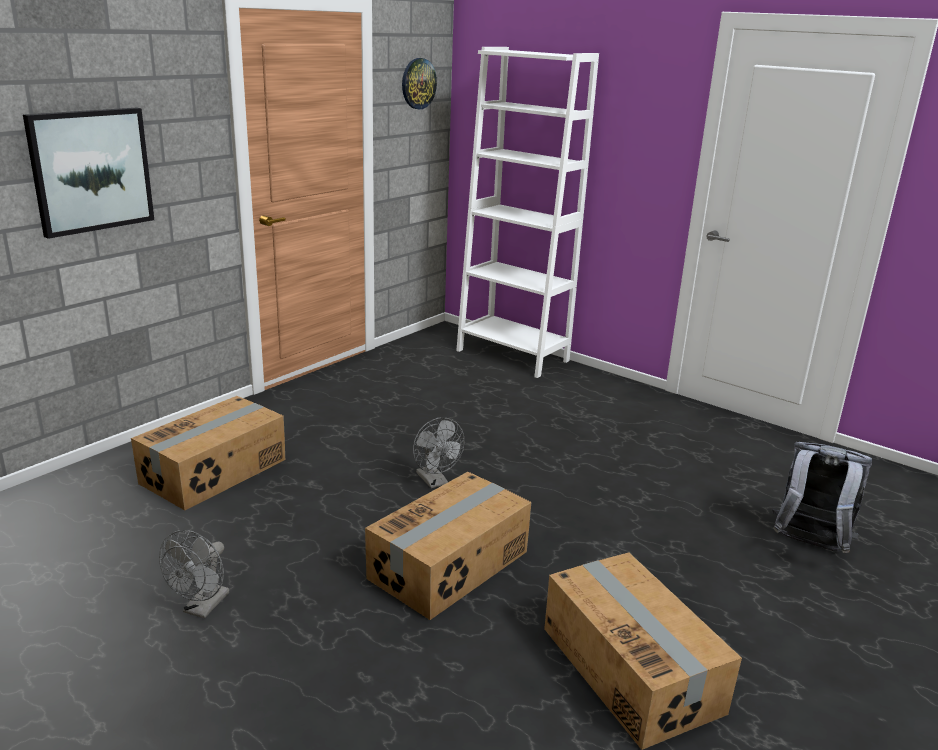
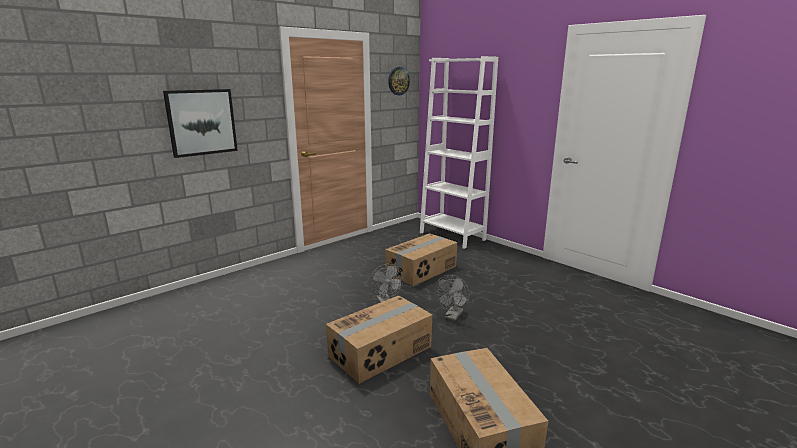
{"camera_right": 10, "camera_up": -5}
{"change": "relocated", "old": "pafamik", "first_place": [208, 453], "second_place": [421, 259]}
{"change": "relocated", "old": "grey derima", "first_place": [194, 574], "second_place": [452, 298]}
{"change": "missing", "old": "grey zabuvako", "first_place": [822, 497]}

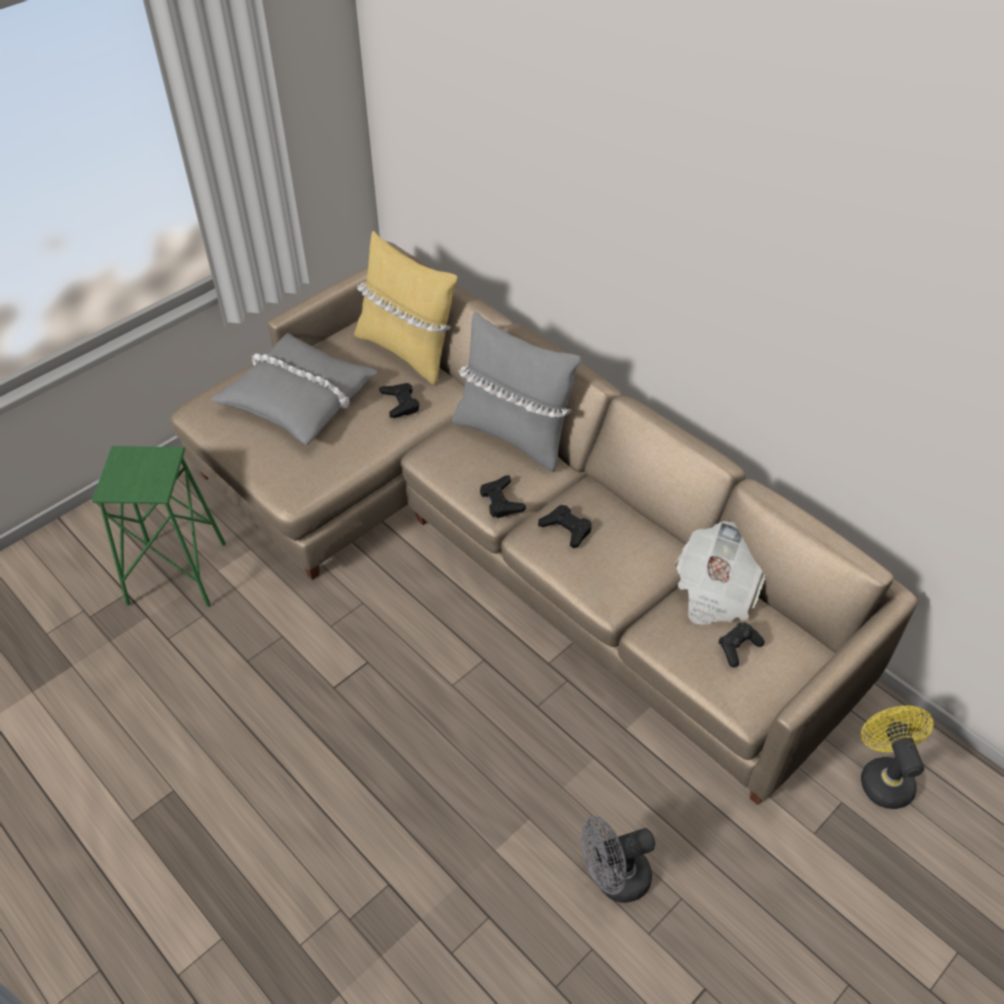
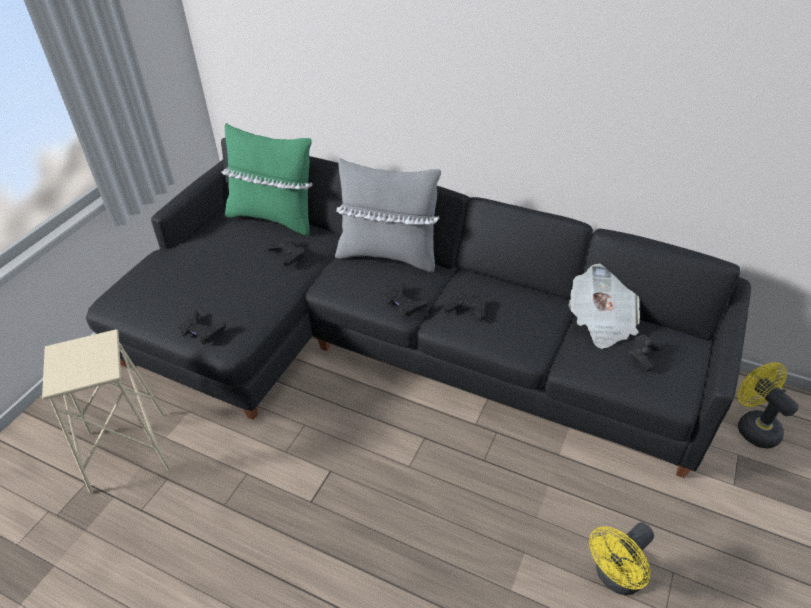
{"camera_right": -20, "camera_up": -5}
{"change": "colour", "old": "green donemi", "new": "beige donemi", "first_place": [159, 526], "second_place": [106, 411]}
{"change": "colour", "old": "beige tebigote", "new": "black tebigote", "first_place": [544, 523], "second_place": [418, 308]}
{"change": "appeared", "new": "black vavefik", "second_place": [202, 327]}
{"change": "colour", "old": "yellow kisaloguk", "new": "green kisaloguk", "first_place": [405, 308], "second_place": [267, 179]}
{"change": "colour", "old": "grey derima", "new": "yellow derima", "first_place": [618, 859], "second_place": [621, 558]}
{"change": "missing", "old": "grey kisaloguk", "first_place": [294, 389]}

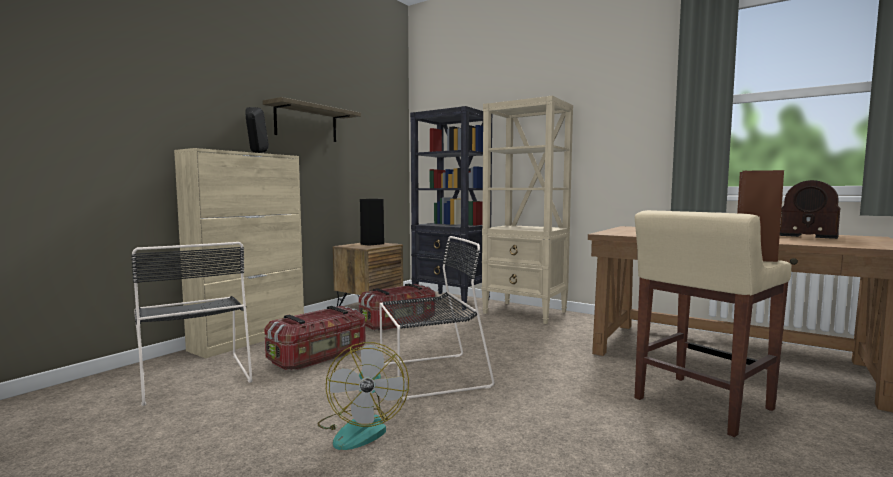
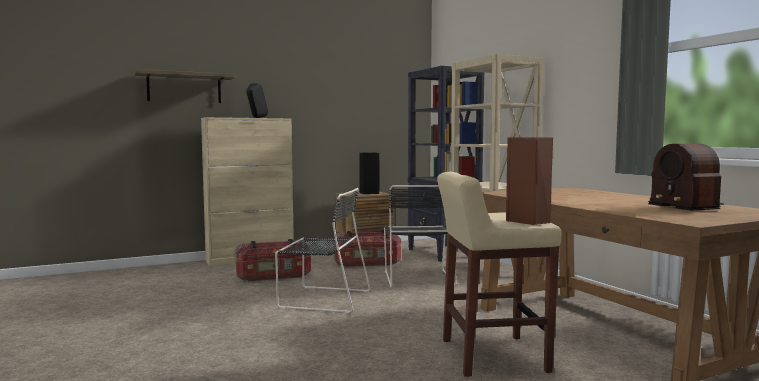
{"camera_right": 30, "camera_up": 0}
{"change": "relocated", "old": "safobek", "first_place": [312, 119], "second_place": [185, 86]}
{"change": "relocated", "old": "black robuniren", "first_place": [191, 324], "second_place": [420, 236]}
{"change": "missing", "old": "derima", "first_place": [363, 396]}

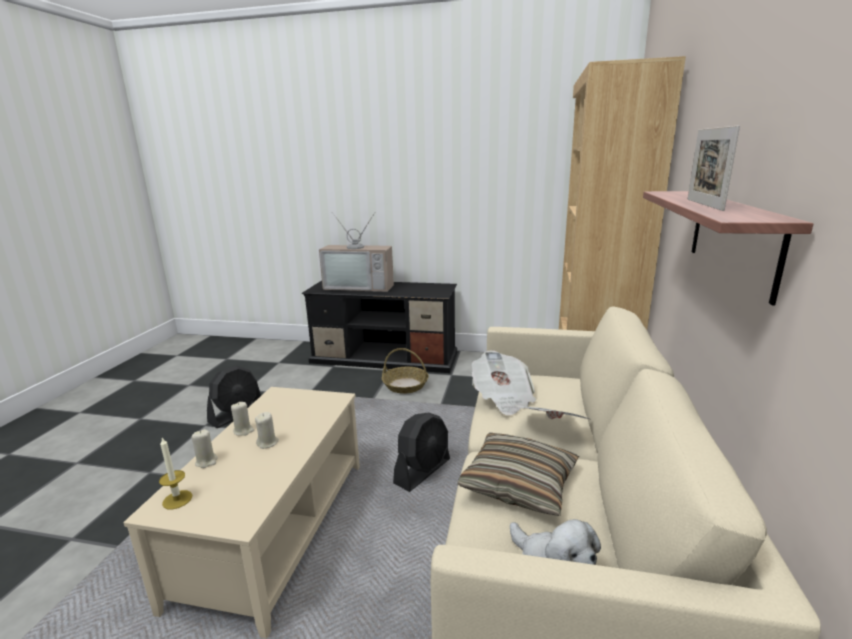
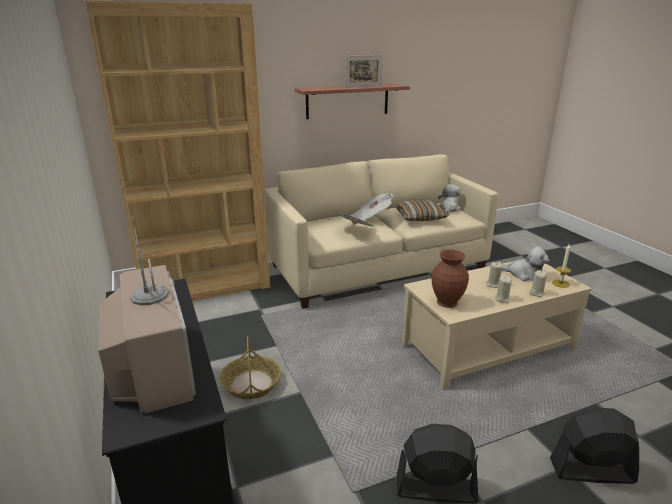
{"camera_right": -125, "camera_up": 5}
{"change": "appeared", "new": "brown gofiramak", "second_place": [450, 278]}
{"change": "appeared", "new": "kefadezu", "second_place": [523, 263]}
{"change": "relocated", "old": "black derima", "first_place": [421, 452], "second_place": [594, 446]}

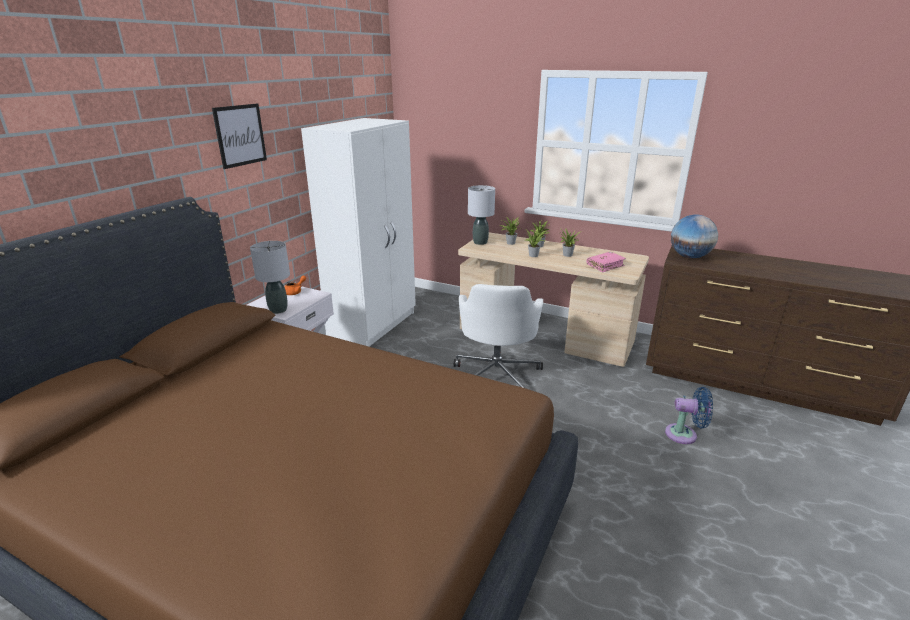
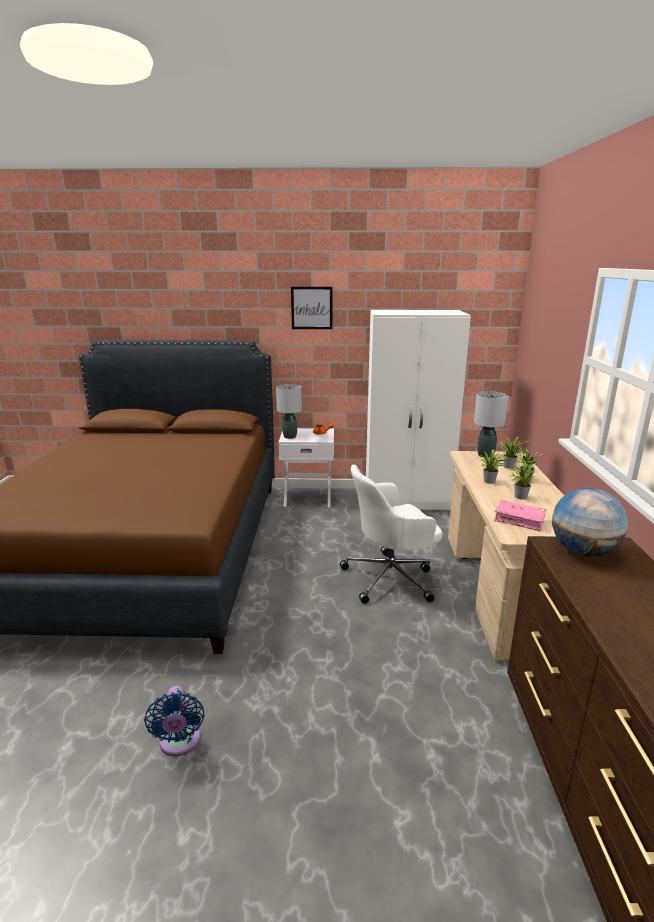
{"camera_right": 65, "camera_up": -5}
{"change": "relocated", "old": "blue derima", "first_place": [689, 415], "second_place": [174, 721]}

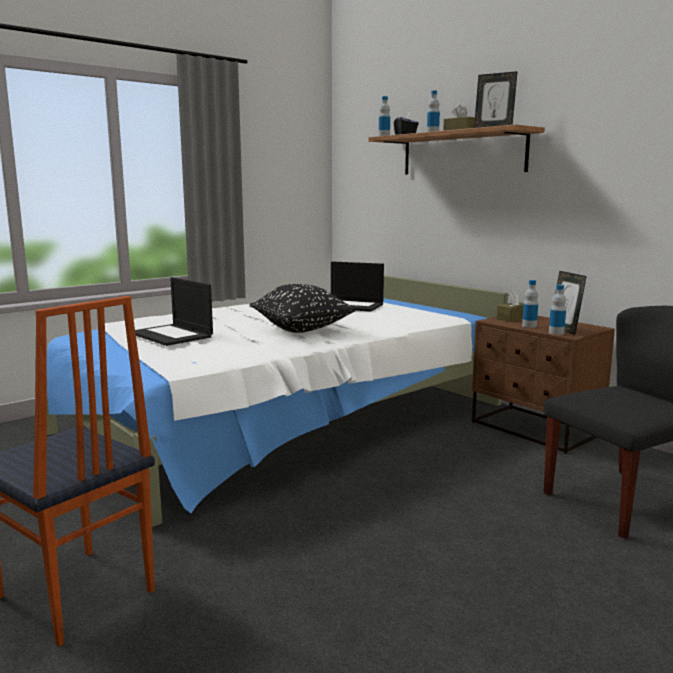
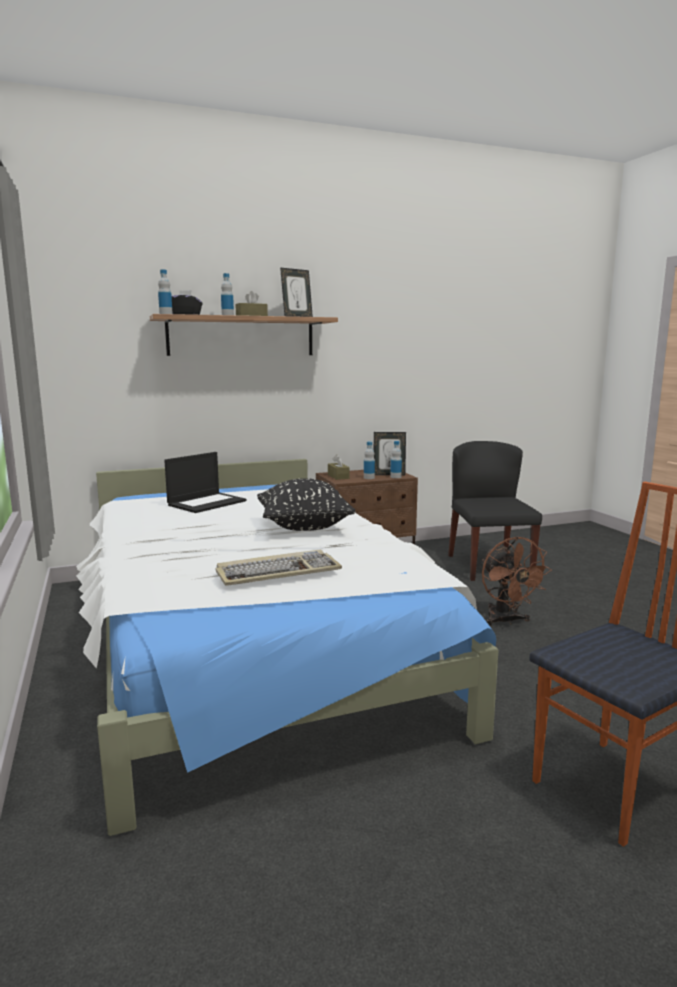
{"camera_right": -70, "camera_up": 0}
{"change": "exchanged", "old": "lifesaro", "new": "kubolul", "first_place": [174, 311], "second_place": [279, 568]}
{"change": "appeared", "new": "brown derima", "second_place": [517, 581]}

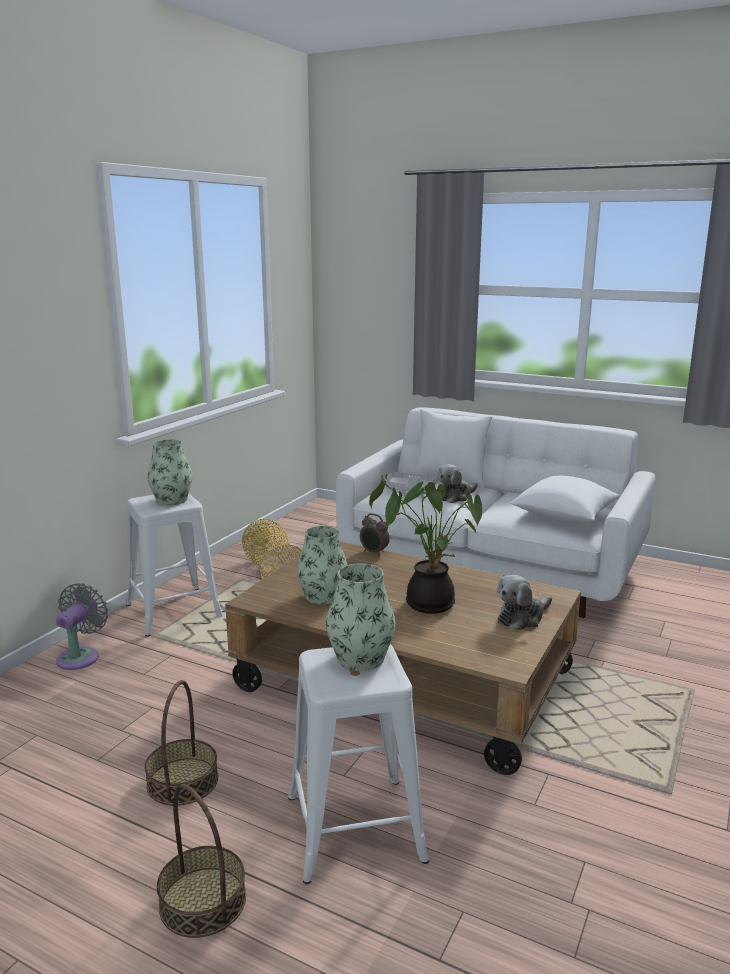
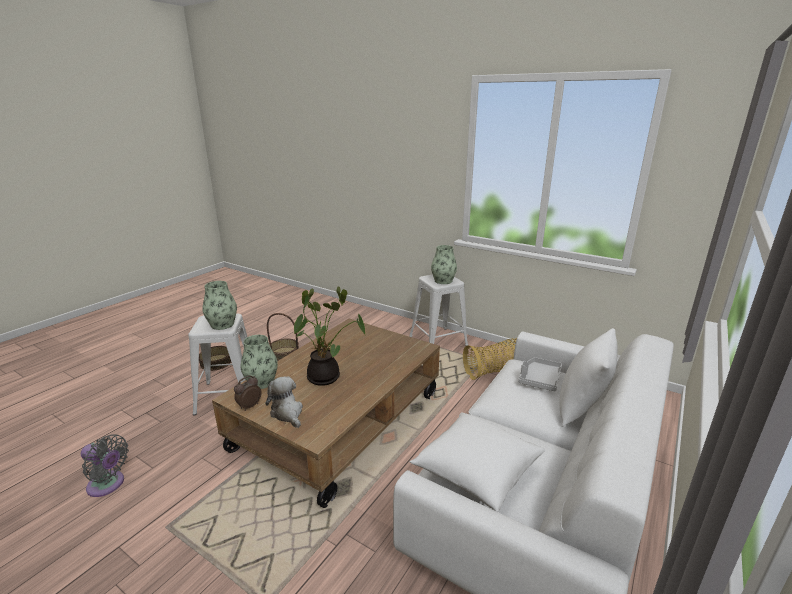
{"camera_right": 95, "camera_up": 5}
{"change": "relocated", "old": "grey derima", "first_place": [82, 626], "second_place": [105, 465]}
{"change": "relocated", "old": "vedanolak", "first_place": [374, 534], "second_place": [248, 393]}
{"change": "relocated", "old": "gofiramak", "first_place": [322, 565], "second_place": [259, 362]}
{"change": "missing", "old": "kefadezu", "first_place": [457, 483]}

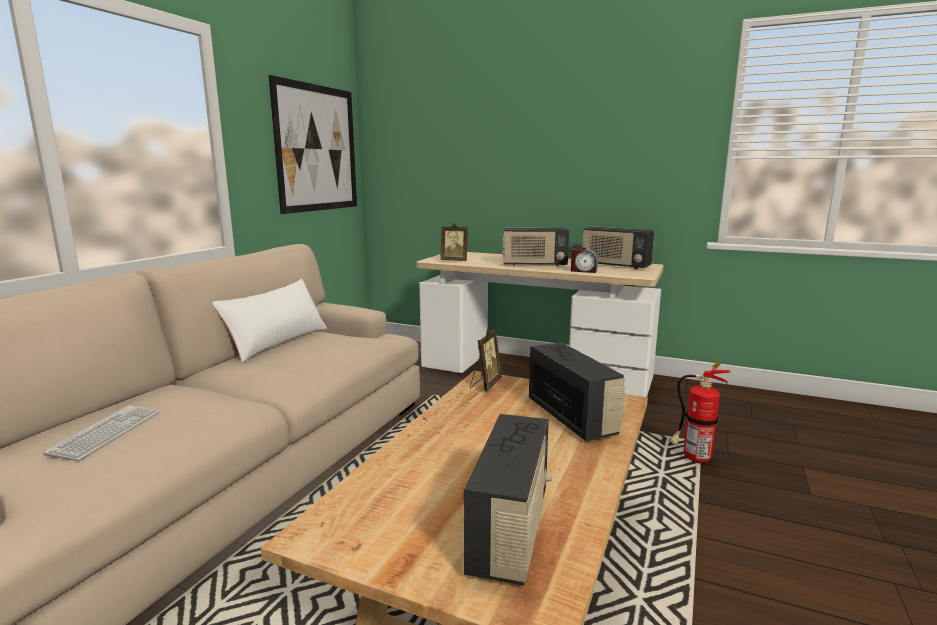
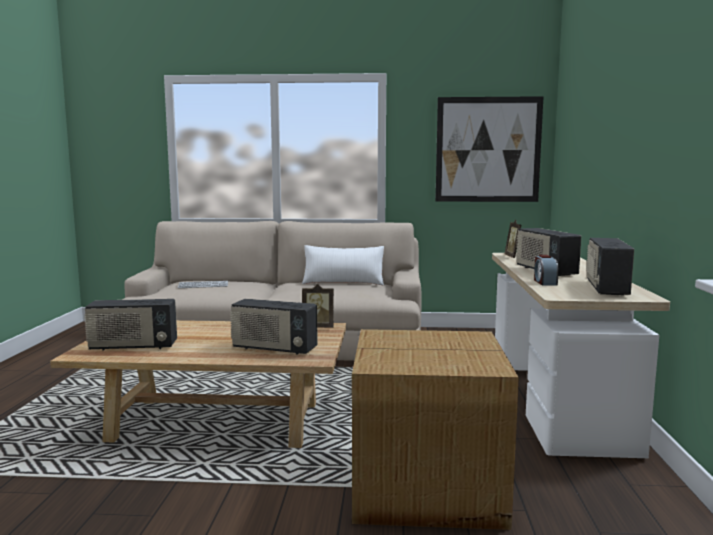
{"camera_right": 70, "camera_up": -5}
{"change": "spun", "old": "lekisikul", "first_place": [577, 391], "second_place": [274, 327], "degrees": 60}
{"change": "exchanged", "old": "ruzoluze", "new": "pafamik", "first_place": [700, 412], "second_place": [435, 429]}

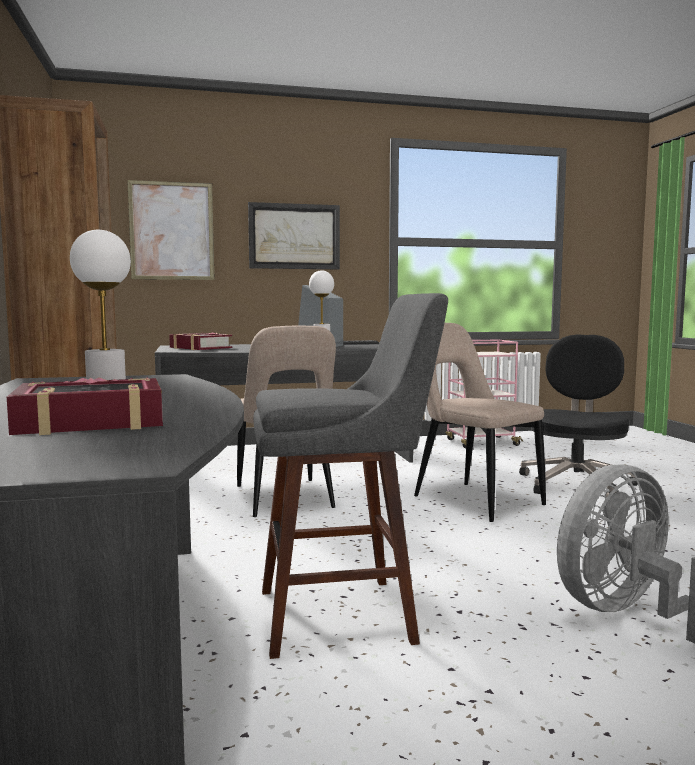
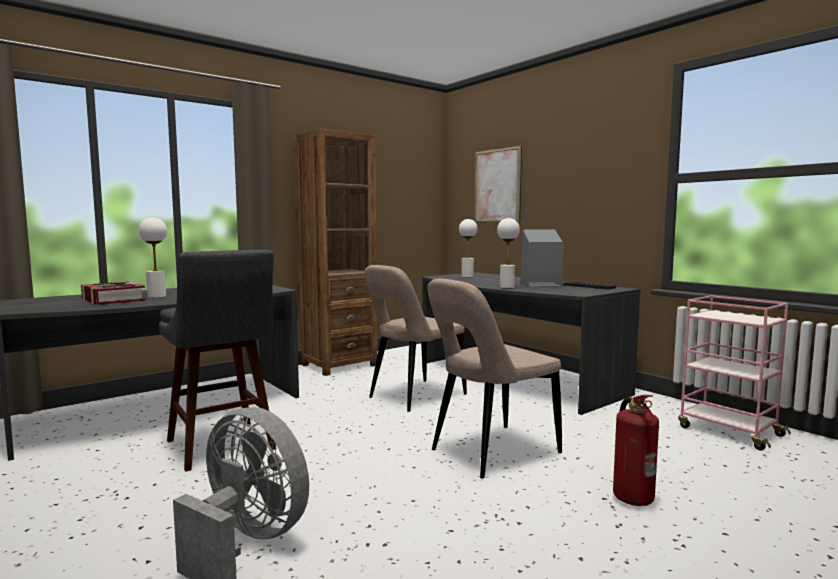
{"camera_right": 65, "camera_up": 0}
{"change": "spun", "old": "beige robuniren", "first_place": [480, 422], "second_place": [494, 378], "degrees": -150}
{"change": "exchanged", "old": "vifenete", "new": "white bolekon", "first_place": [200, 341], "second_place": [468, 248]}
{"change": "exchanged", "old": "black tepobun", "new": "ruzoluze", "first_place": [578, 415], "second_place": [636, 450]}
{"change": "missing", "old": "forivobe", "first_place": [294, 235]}

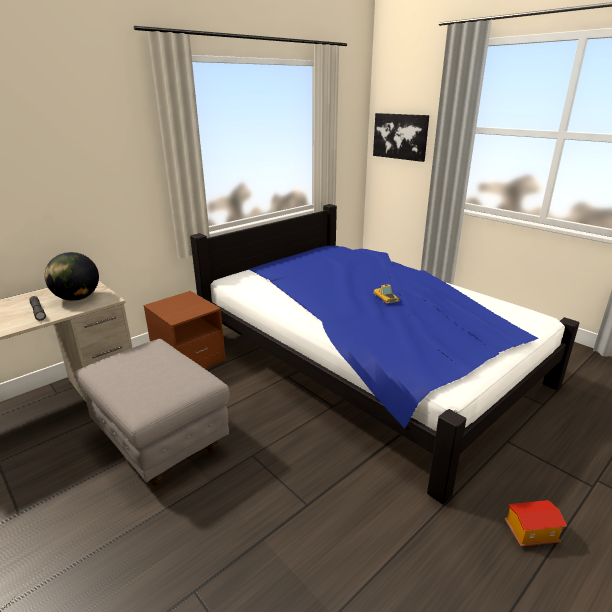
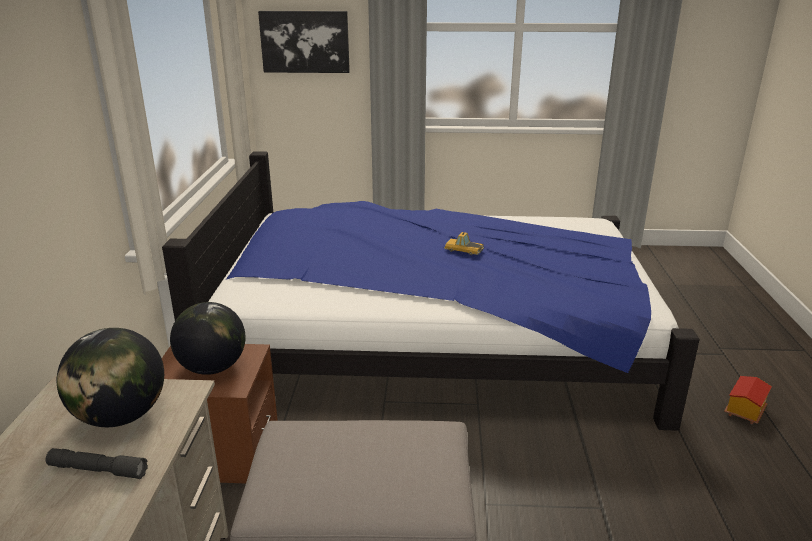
{"camera_right": -45, "camera_up": 0}
{"change": "appeared", "new": "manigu", "second_place": [207, 338]}

